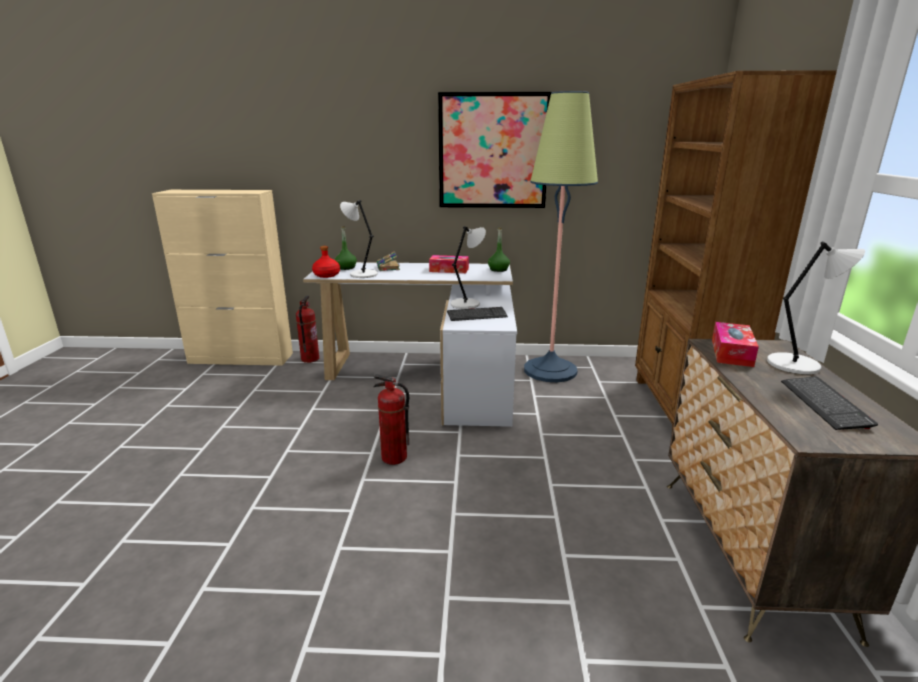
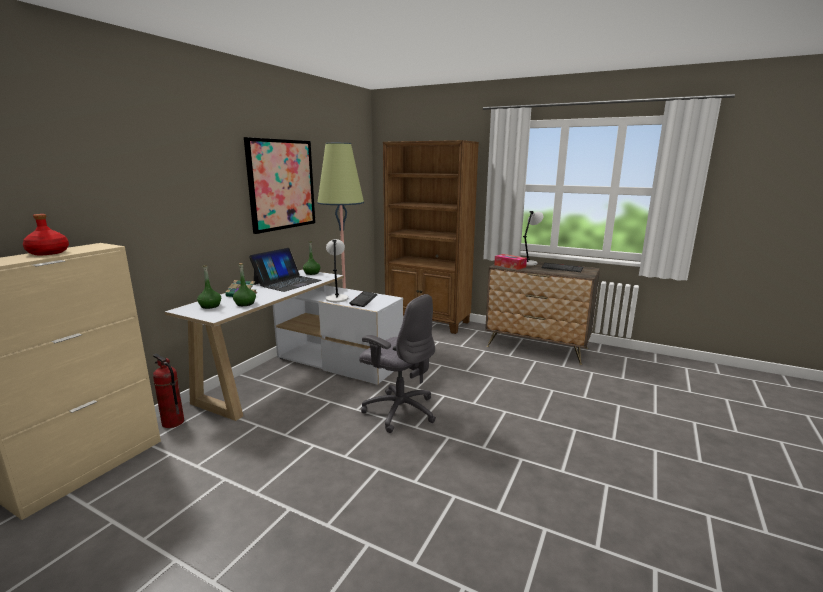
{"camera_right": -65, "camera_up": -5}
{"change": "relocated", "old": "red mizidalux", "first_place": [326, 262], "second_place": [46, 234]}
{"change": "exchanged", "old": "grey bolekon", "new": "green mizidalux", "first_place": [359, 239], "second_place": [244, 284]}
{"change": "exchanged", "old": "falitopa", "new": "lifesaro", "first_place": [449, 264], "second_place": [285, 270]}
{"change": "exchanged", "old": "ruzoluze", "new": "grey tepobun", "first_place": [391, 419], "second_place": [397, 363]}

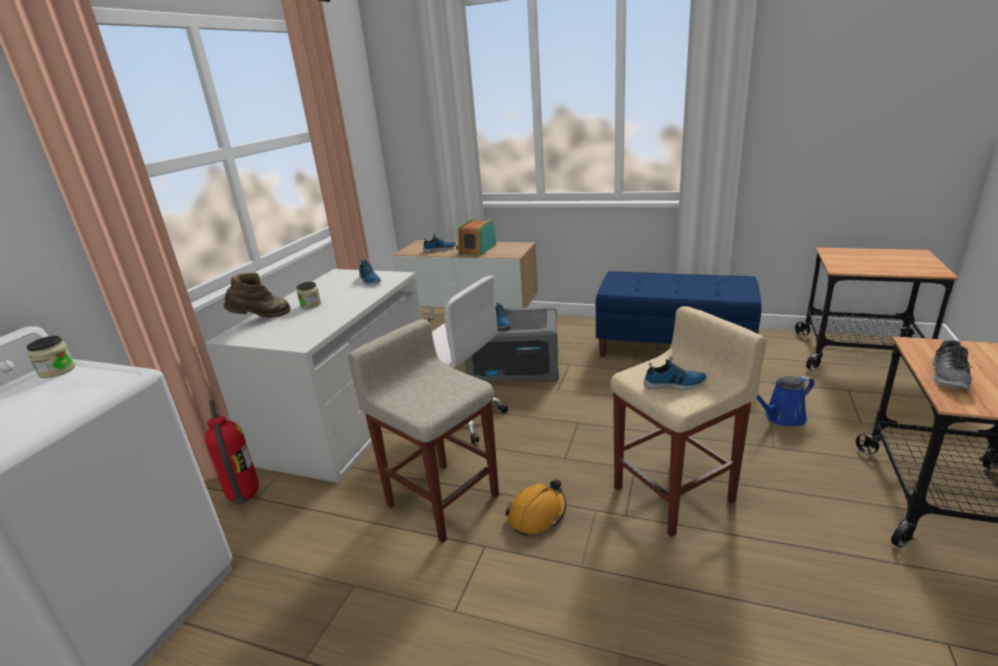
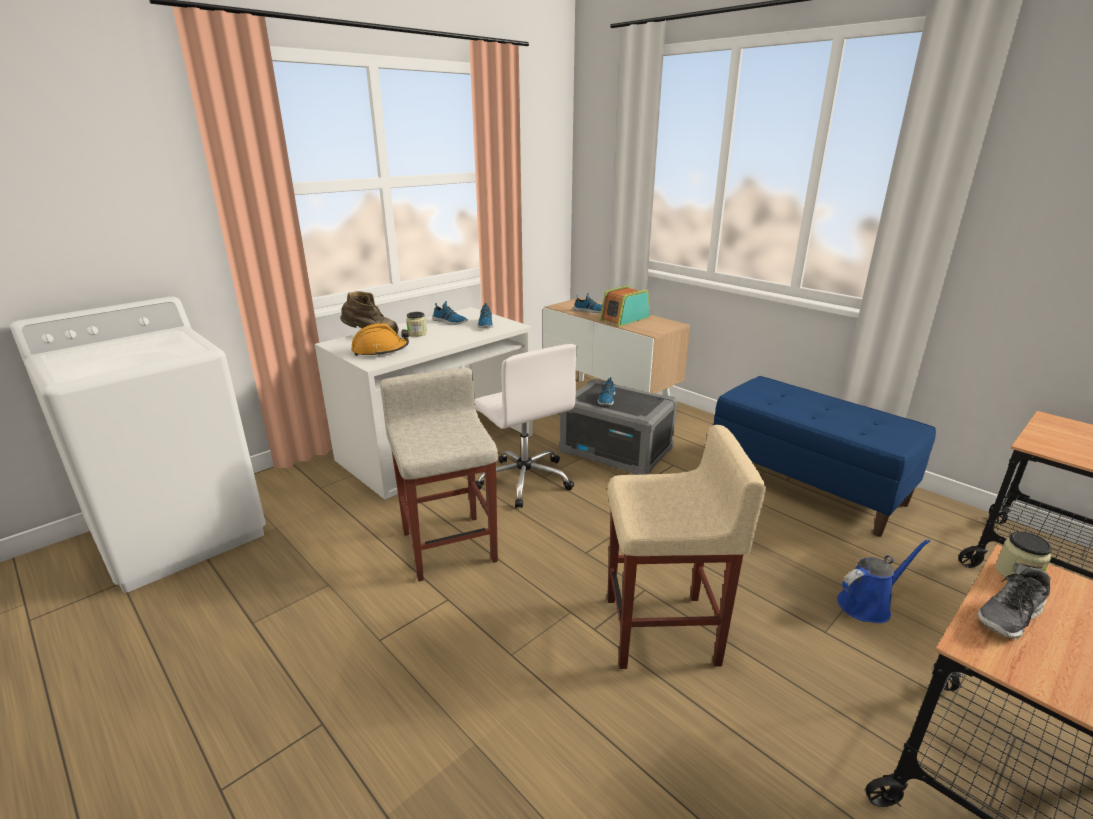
{"camera_right": 25, "camera_up": 0}
{"change": "relocated", "old": "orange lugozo", "first_place": [535, 507], "second_place": [380, 340]}
{"change": "relocated", "old": "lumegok", "first_place": [675, 373], "second_place": [450, 313]}
{"change": "spun", "old": "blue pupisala", "first_place": [786, 401], "second_place": [883, 581], "degrees": 150}
{"change": "relocated", "old": "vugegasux", "first_place": [51, 357], "second_place": [1024, 555]}
{"change": "missing", "old": "ruzoluze", "first_place": [232, 452]}

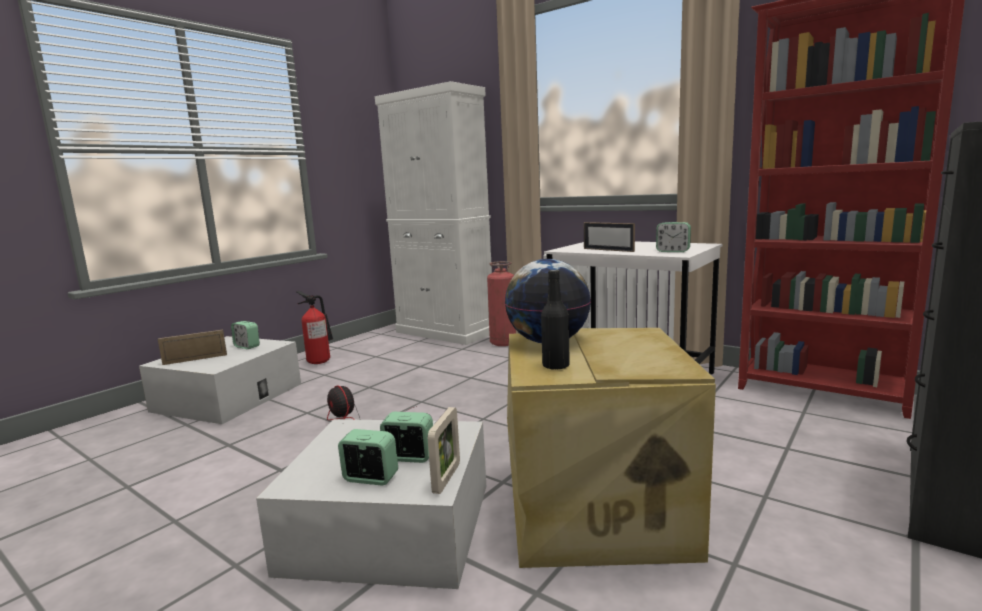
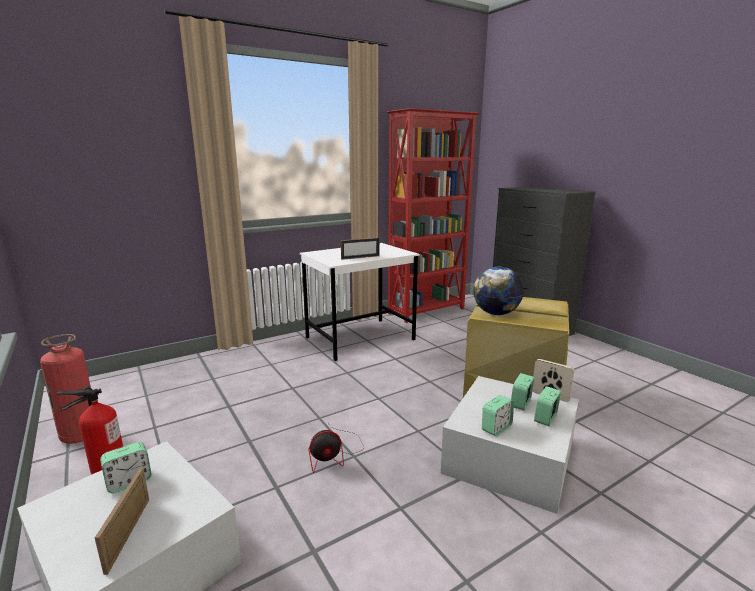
{"camera_right": -70, "camera_up": 5}
{"change": "relocated", "old": "ruzoluze", "first_place": [501, 303], "second_place": [65, 389]}
{"change": "relocated", "old": "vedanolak", "first_place": [673, 237], "second_place": [498, 415]}
{"change": "missing", "old": "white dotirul", "first_place": [433, 213]}
{"change": "missing", "old": "black mizidalux", "first_place": [555, 320]}

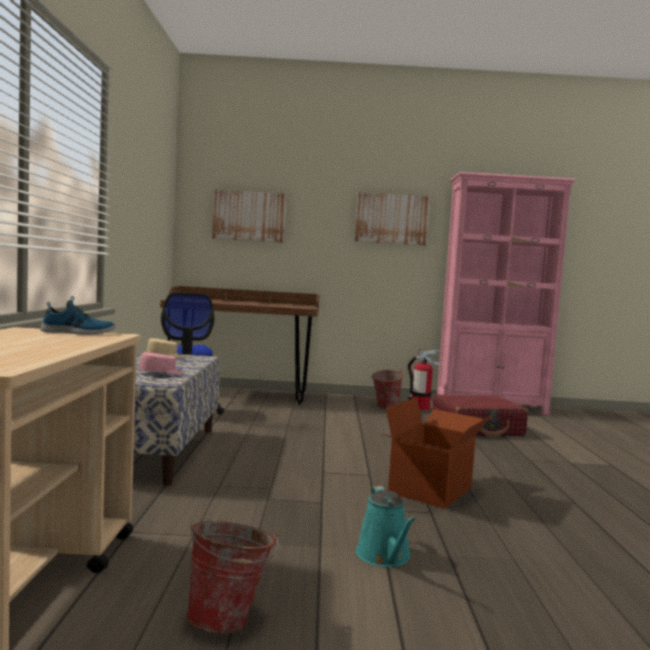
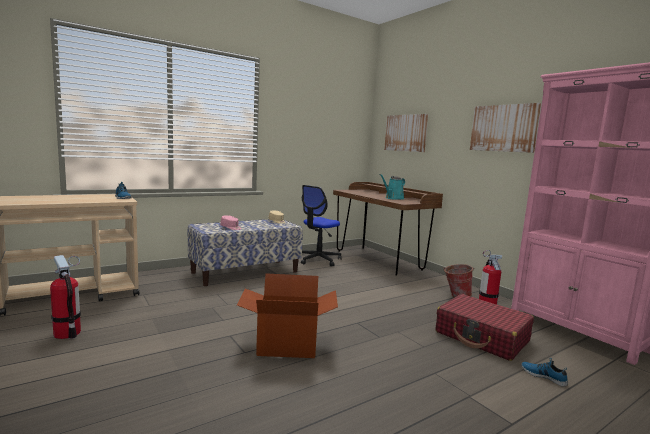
{"camera_right": 55, "camera_up": 5}
{"change": "exchanged", "old": "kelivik", "new": "ruzoluze", "first_place": [232, 577], "second_place": [65, 297]}
{"change": "relocated", "old": "turquoise pupisala", "first_place": [385, 526], "second_place": [392, 187]}
{"change": "appeared", "new": "lumegok", "second_place": [544, 372]}

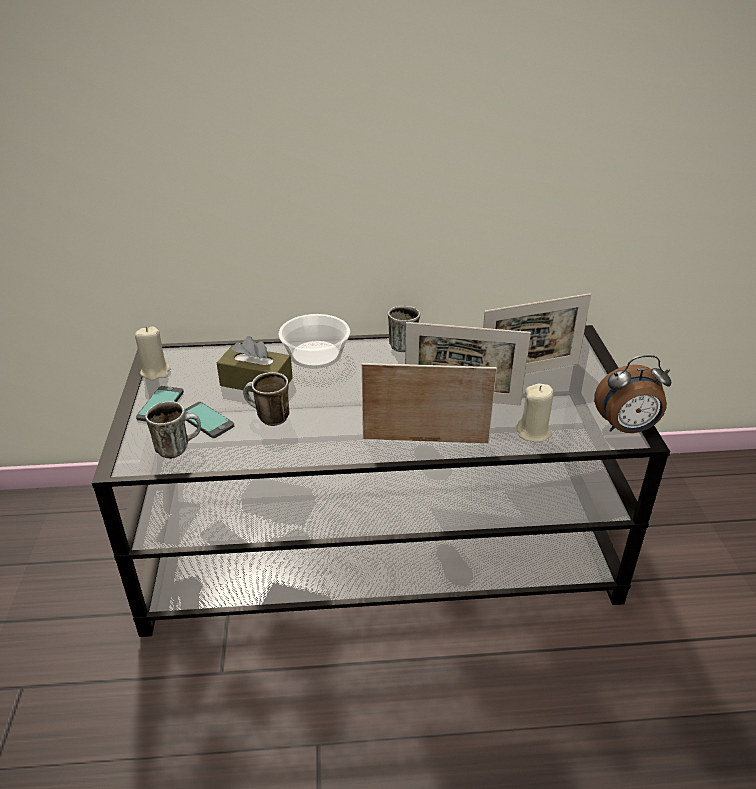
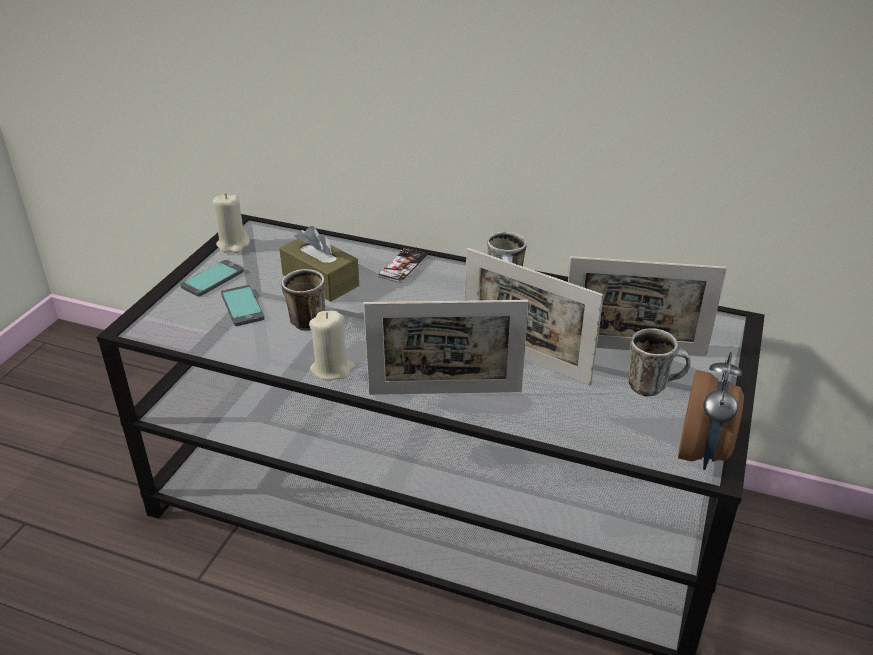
{"camera_right": 25, "camera_up": 0}
{"change": "relocated", "old": "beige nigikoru", "first_place": [534, 413], "second_place": [332, 345]}
{"change": "spun", "old": "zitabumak", "first_place": [429, 403], "second_place": [446, 347], "degrees": 150}
{"change": "exchanged", "old": "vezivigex", "new": "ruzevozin", "first_place": [314, 341], "second_place": [403, 265]}
{"change": "relocated", "old": "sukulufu", "first_place": [173, 430], "second_place": [659, 362]}
{"change": "spun", "old": "vedanolak", "first_place": [632, 394], "second_place": [711, 411], "degrees": -90}

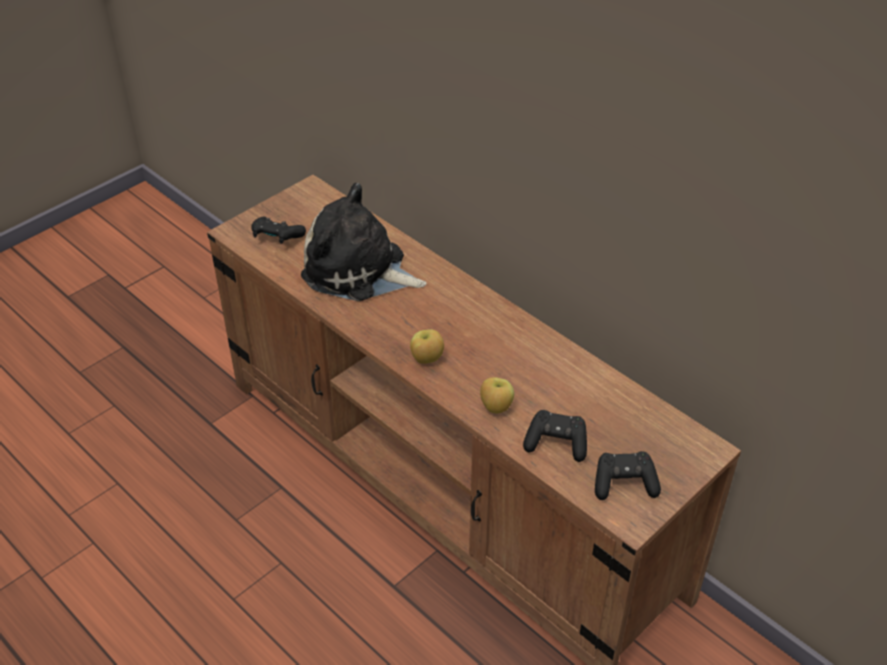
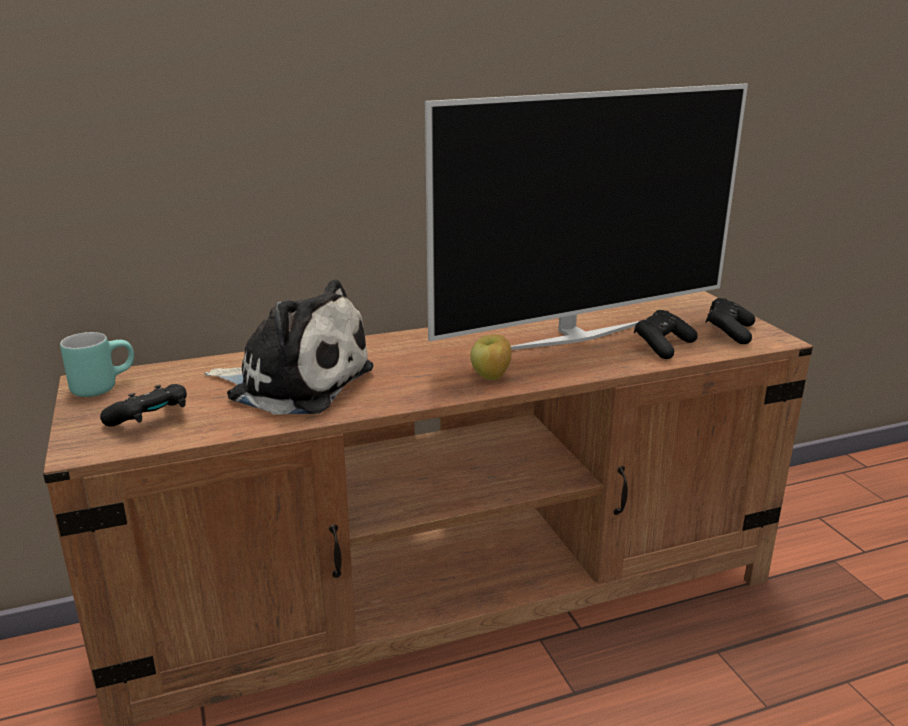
{"camera_right": -65, "camera_up": -20}
{"change": "appeared", "new": "turquoise sukulufu", "second_place": [97, 364]}
{"change": "spun", "old": "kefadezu", "first_place": [363, 242], "second_place": [288, 347], "degrees": -120}
{"change": "appeared", "new": "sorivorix", "second_place": [586, 217]}
{"change": "missing", "old": "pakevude", "first_place": [497, 395]}

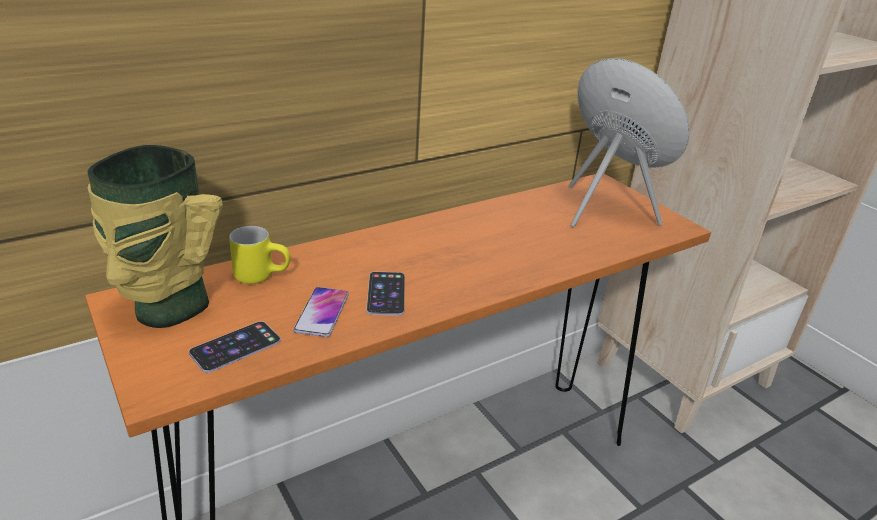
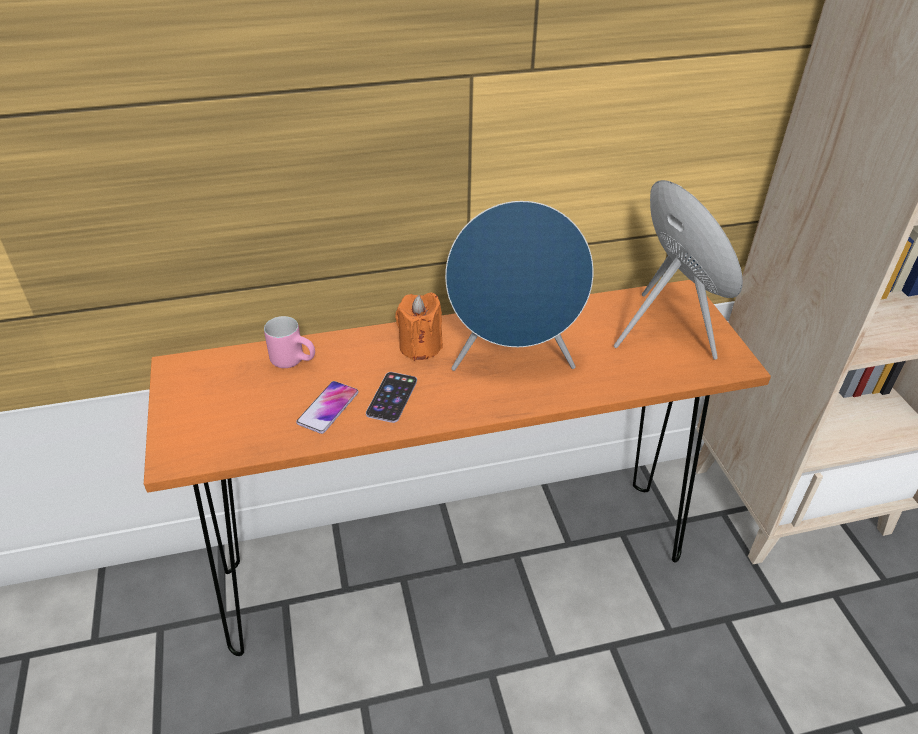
{"camera_right": 20, "camera_up": 10}
{"change": "colour", "old": "yellow sukulufu", "new": "pink sukulufu", "first_place": [259, 255], "second_place": [289, 342]}
{"change": "appeared", "new": "orange nigikoru", "second_place": [419, 327]}
{"change": "appeared", "new": "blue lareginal", "second_place": [519, 286]}
{"change": "missing", "old": "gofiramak", "first_place": [155, 236]}
{"change": "missing", "old": "ruzevozin", "first_place": [235, 347]}

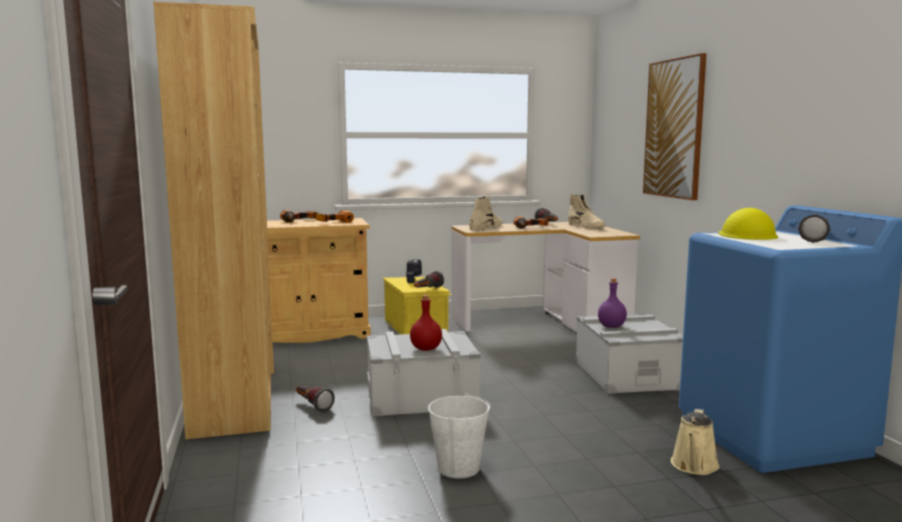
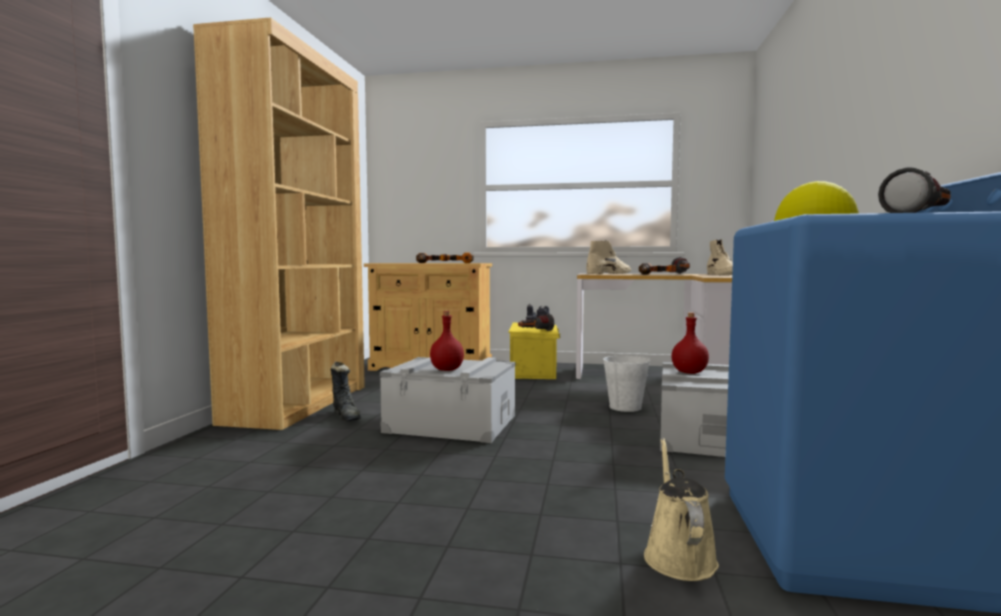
{"camera_right": 25, "camera_up": -5}
{"change": "exchanged", "old": "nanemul", "new": "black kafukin", "first_place": [315, 398], "second_place": [346, 391]}
{"change": "relocated", "old": "white kelivik", "first_place": [459, 435], "second_place": [626, 383]}
{"change": "spun", "old": "beige pupisala", "first_place": [695, 442], "second_place": [681, 509], "degrees": 135}
{"change": "colour", "old": "purple mizidalux", "new": "red mizidalux", "first_place": [612, 303], "second_place": [690, 343]}
{"change": "missing", "old": "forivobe", "first_place": [675, 126]}

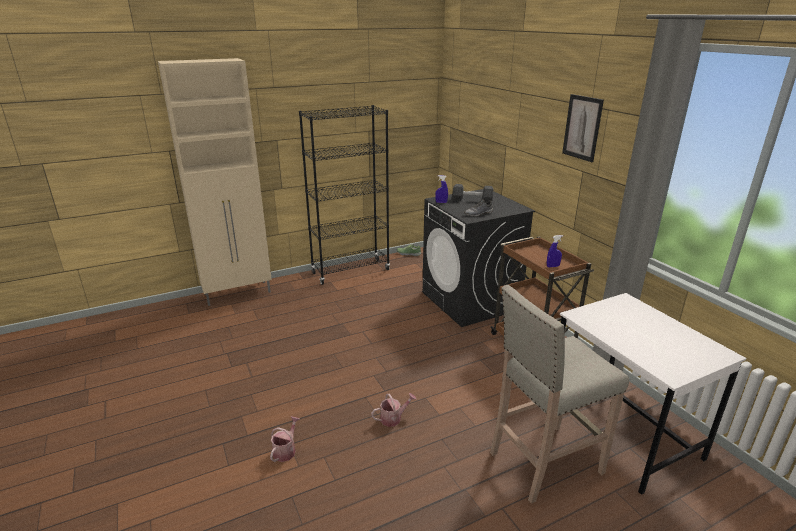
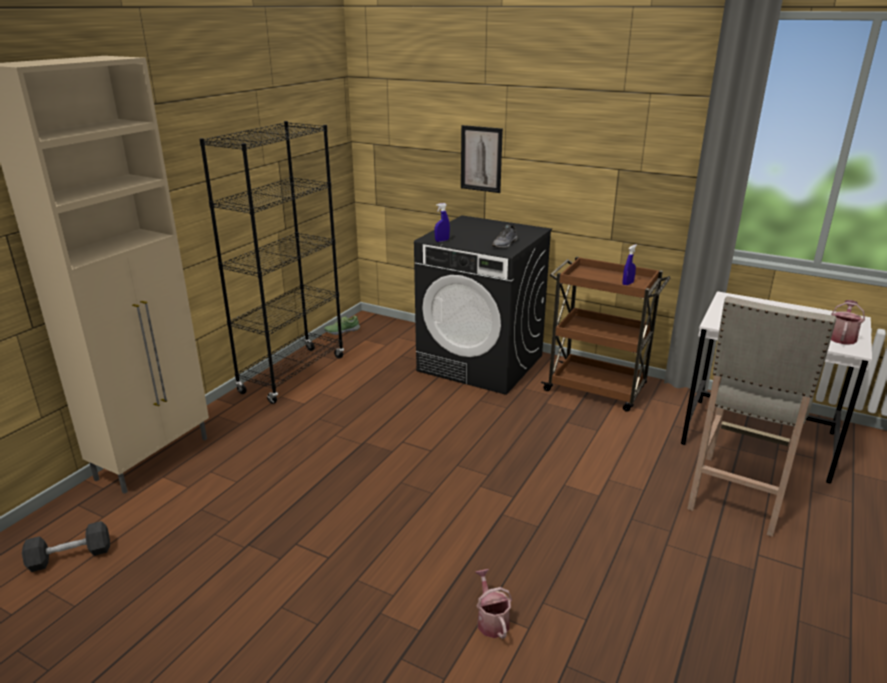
{"camera_right": -35, "camera_up": 0}
{"change": "relocated", "old": "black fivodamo", "first_place": [473, 193], "second_place": [66, 546]}
{"change": "relocated", "old": "forivobe", "first_place": [583, 128], "second_place": [482, 159]}
{"change": "relocated", "old": "pupisala", "first_place": [393, 410], "second_place": [848, 322]}

